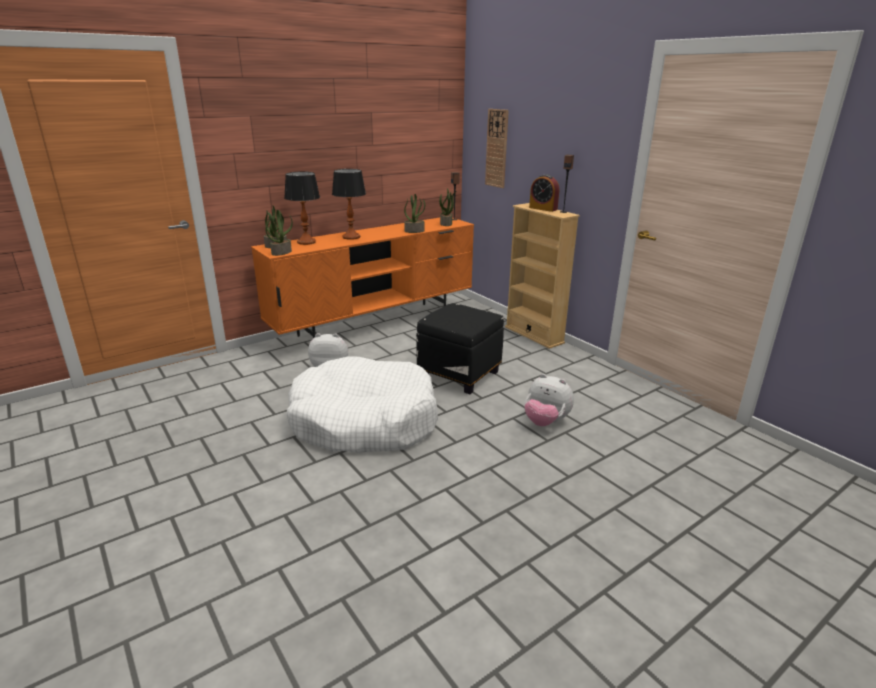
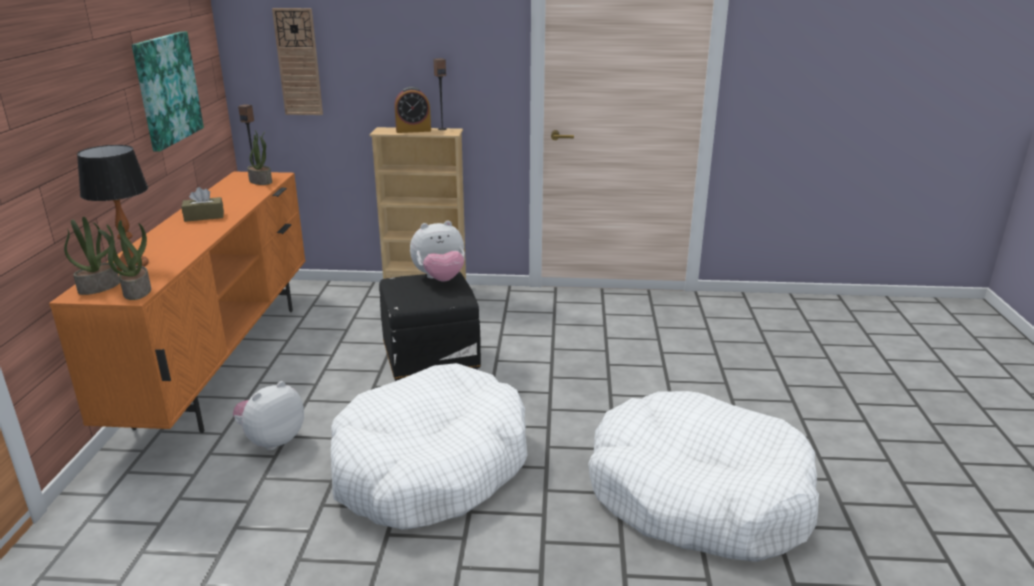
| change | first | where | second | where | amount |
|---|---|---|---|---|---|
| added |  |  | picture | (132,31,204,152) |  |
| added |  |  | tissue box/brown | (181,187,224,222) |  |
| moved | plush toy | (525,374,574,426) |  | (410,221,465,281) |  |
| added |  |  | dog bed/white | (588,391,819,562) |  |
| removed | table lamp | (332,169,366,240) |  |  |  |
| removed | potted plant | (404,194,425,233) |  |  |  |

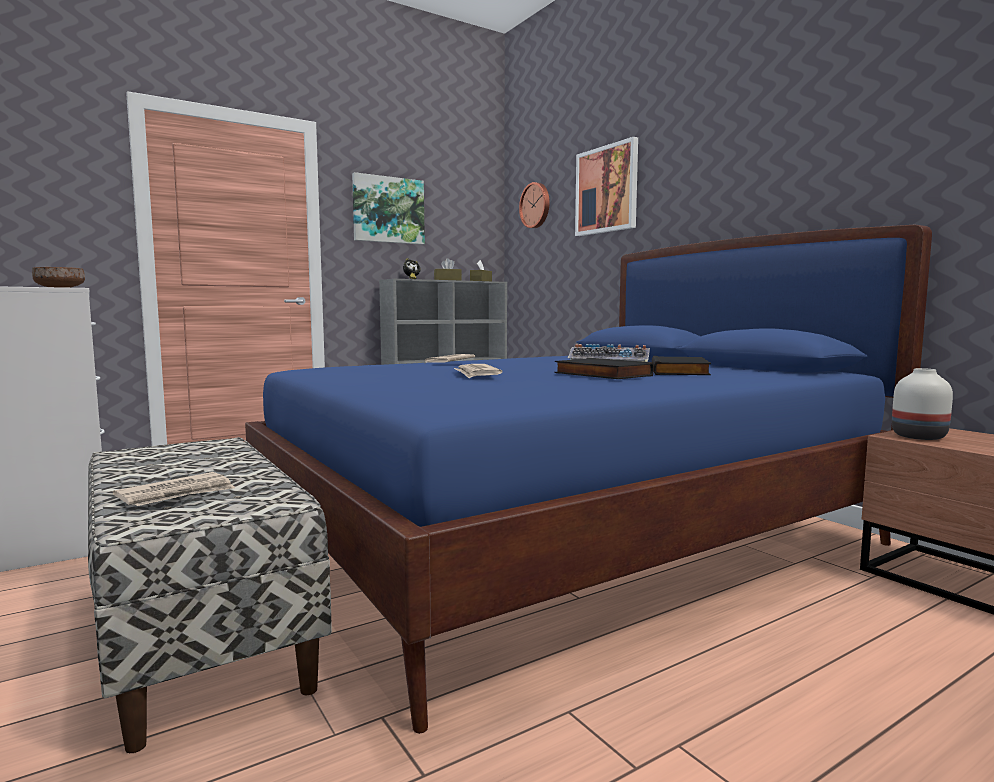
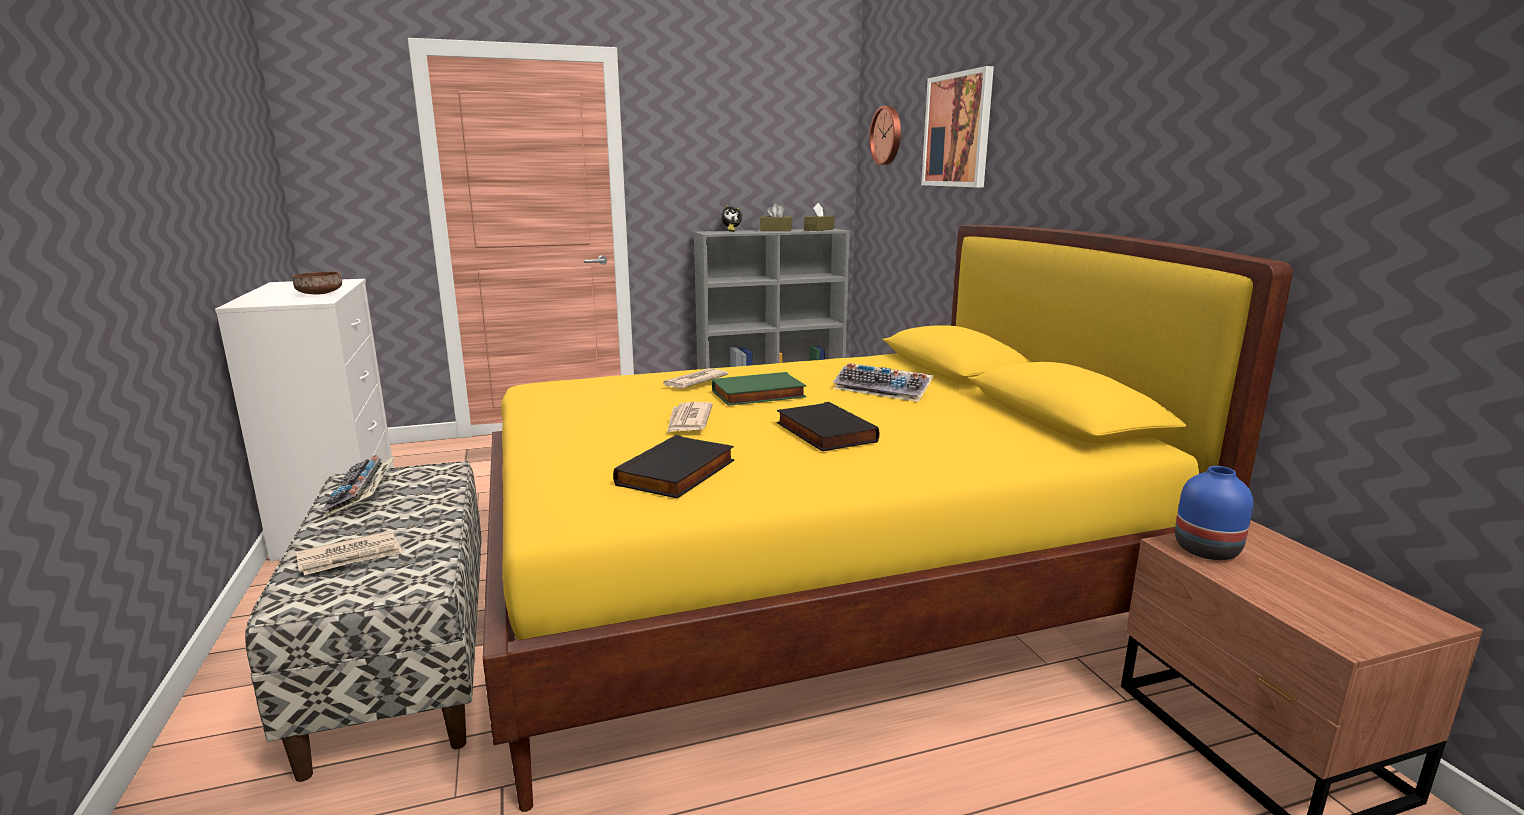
| change | first | where | second | where | amount |
|---|---|---|---|---|---|
| added |  |  | keyboard | (321,455,395,518) |  |
| recoloured | bed/blue | (245,225,932,734) | bed/yellow | (482,225,1293,812) |  |
| moved | book/black | (652,356,711,375) |  | (613,435,734,499) |  |
| added |  |  | book/green | (712,372,806,406) |  |
| recoloured | vase/white | (892,368,953,440) | vase/blue | (1175,466,1253,560) |  |
| removed | picture | (352,172,425,245) |  |  |  |

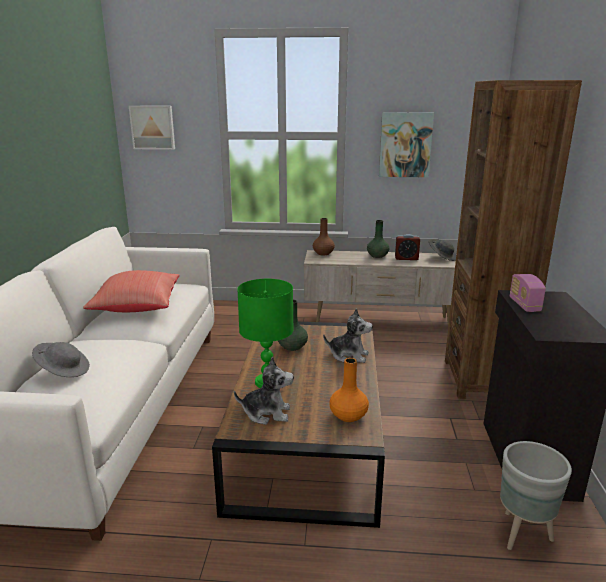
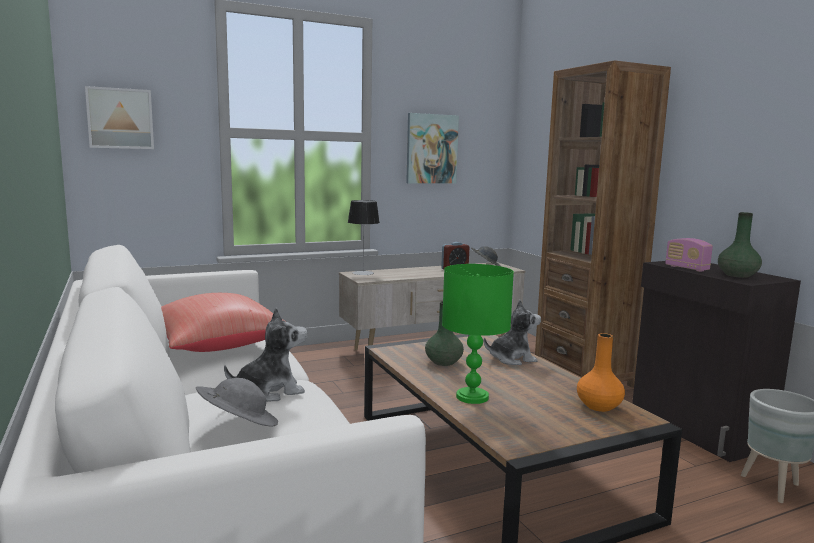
| change | first | where | second | where | amount |
|---|---|---|---|---|---|
| moved | plush toy | (234,357,294,425) |  | (224,308,307,402) |  |
| replaced | vase/brown | (313,218,335,255) | table lamp | (348,200,380,275) |  |
| moved | vase/green | (367,220,389,258) |  | (718,212,762,278) |  |

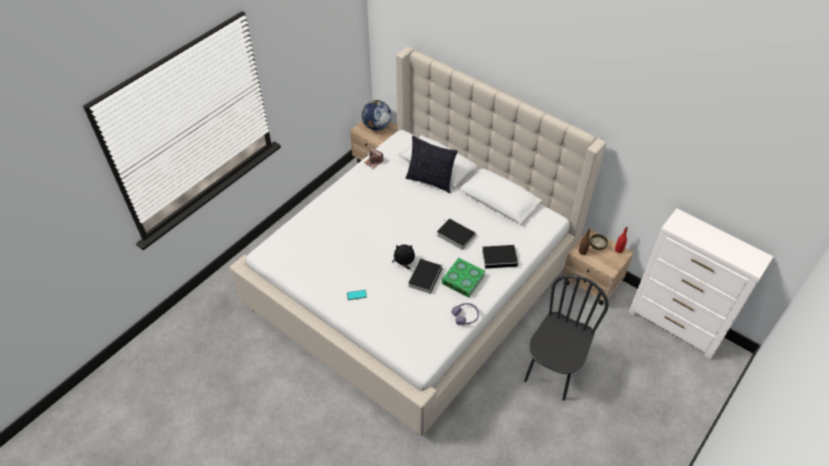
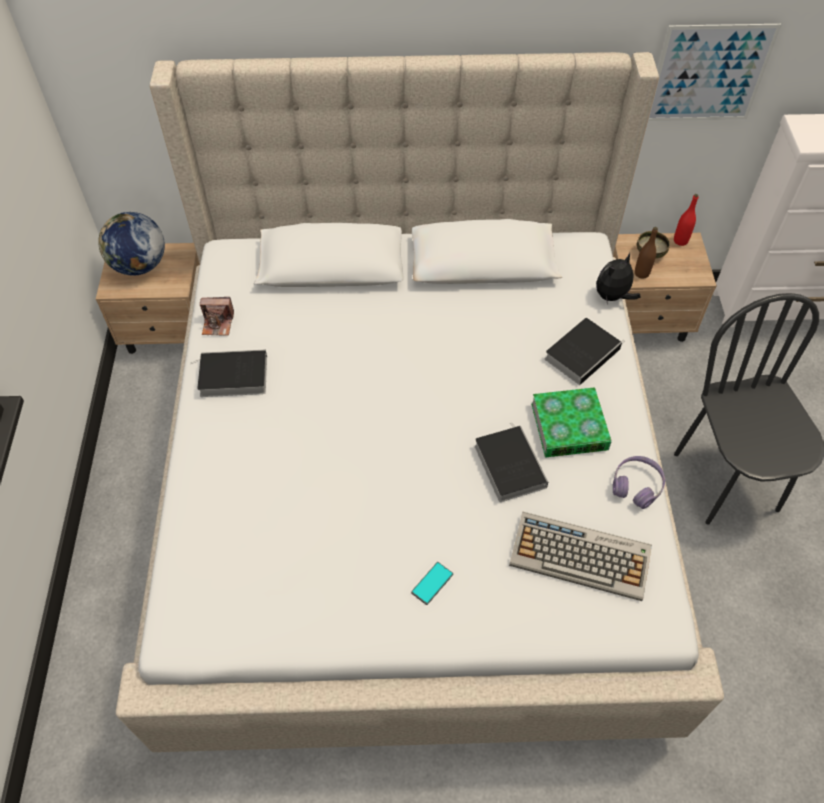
| change | first | where | second | where | amount |
|---|---|---|---|---|---|
| moved | book | (437,218,476,250) |  | (191,349,267,397) |  |
| added |  |  | keyboard | (509,512,652,601) |  |
| moved | plush toy | (392,244,415,270) |  | (596,253,641,304) |  |
| added |  |  | picture | (648,24,782,121) |  |
| removed | pillow | (406,136,458,193) |  |  |  |

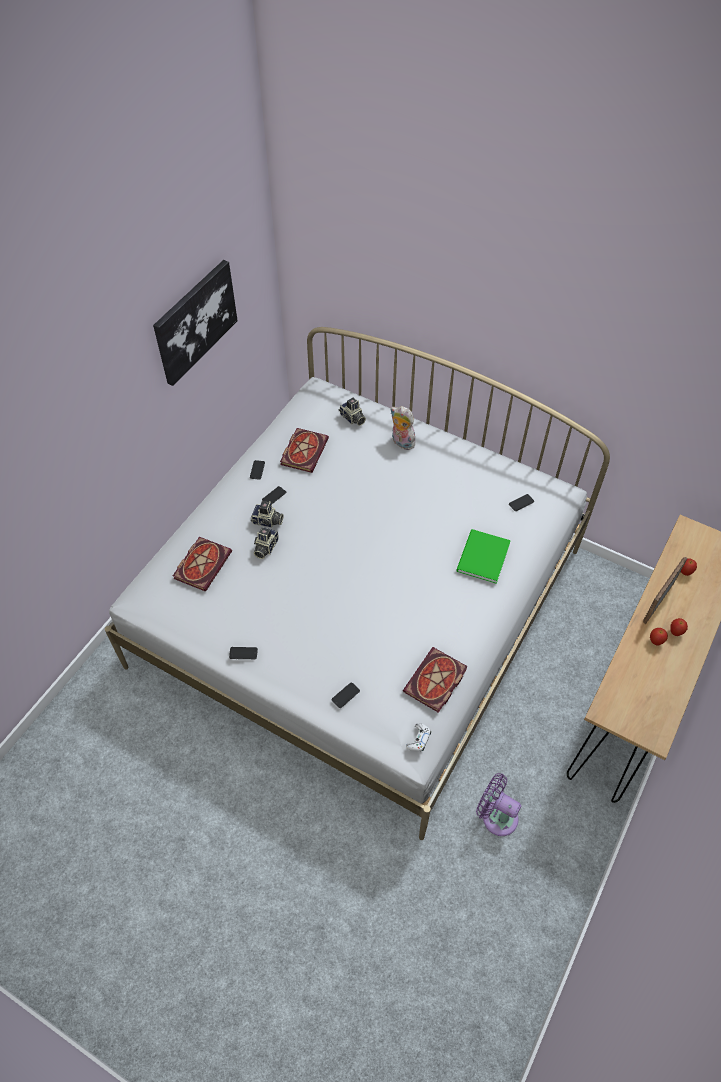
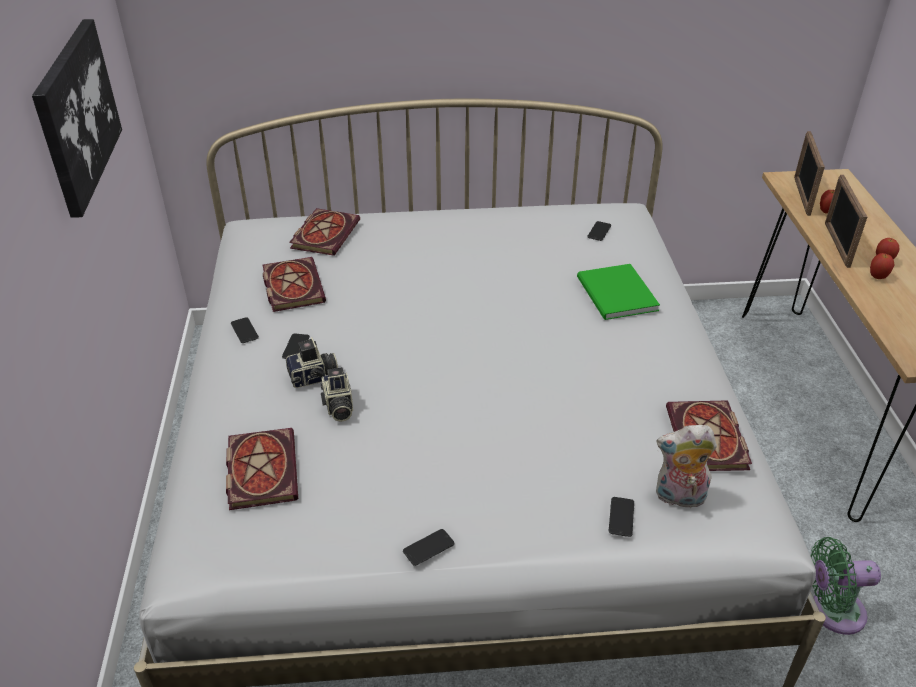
| change | first | where | second | where | amount |
|---|---|---|---|---|---|
| replaced | photo camera | (339,397,366,426) | book | (289,208,360,256) |  |
| moved | plush toy | (390,406,415,450) |  | (656,425,717,508) |  |
| added |  |  | picture frame | (794,131,825,216) |  |
| recoloured | fan/purple | (476,773,521,836) | fan/green | (810,537,881,635) |  |
| removed | game controller/white | (406,723,431,751) |  |  |  |

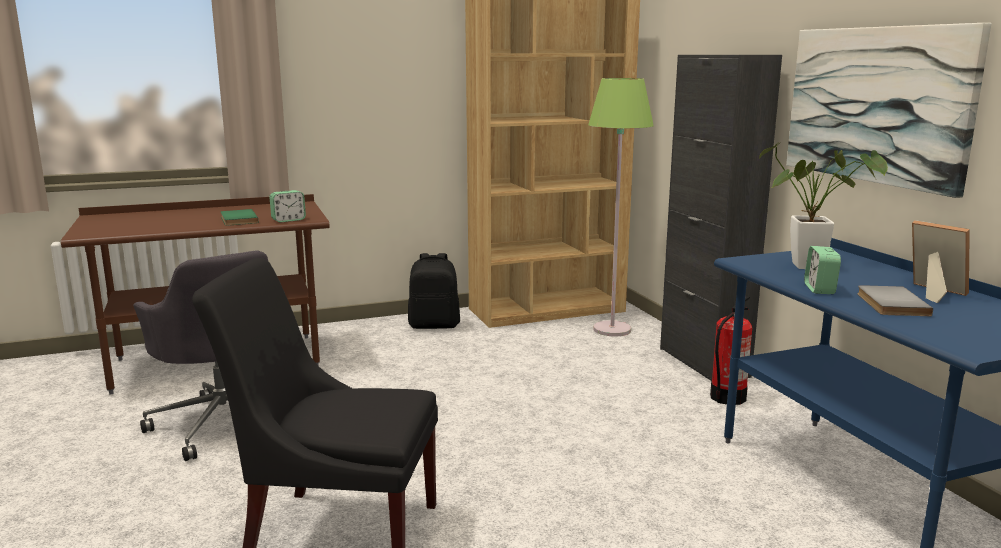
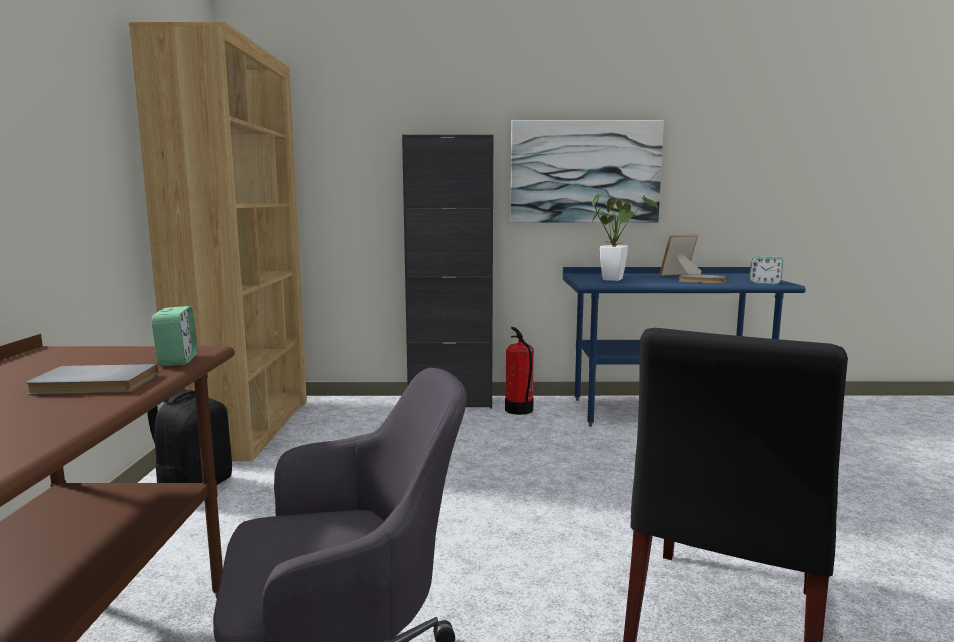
| change | first | where | second | where | amount |
|---|---|---|---|---|---|
| recoloured | book/green | (221,209,259,226) | book/grey | (26,364,158,395) |  |
| moved | alarm clock | (804,246,841,294) |  | (750,256,783,284) |  |
| removed | floor lamp/green | (588,78,654,336) |  |  |  |

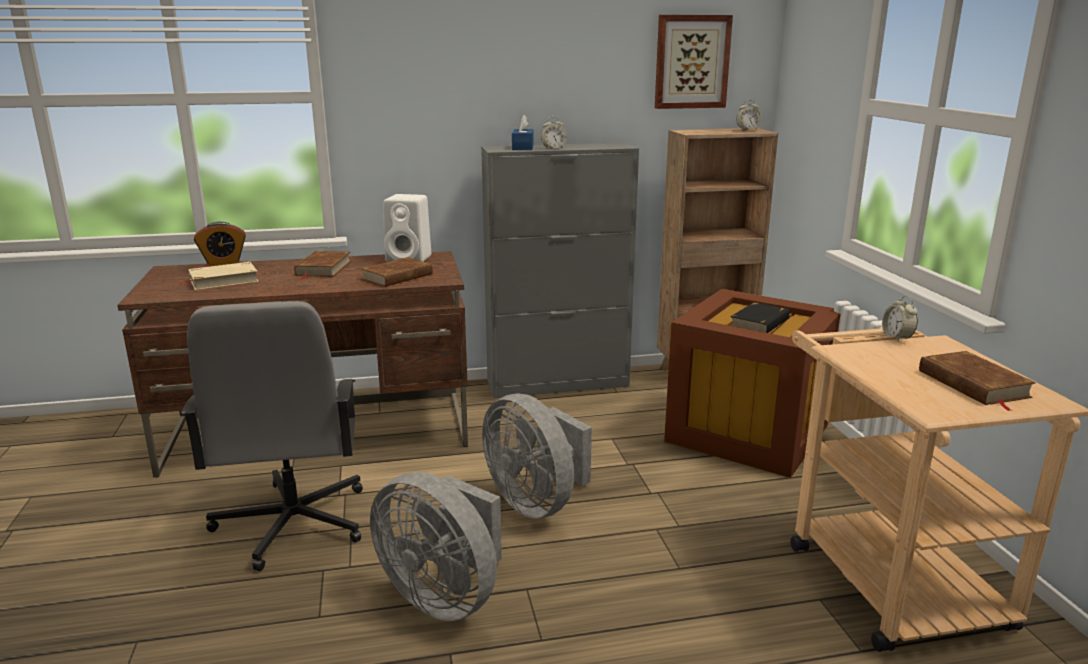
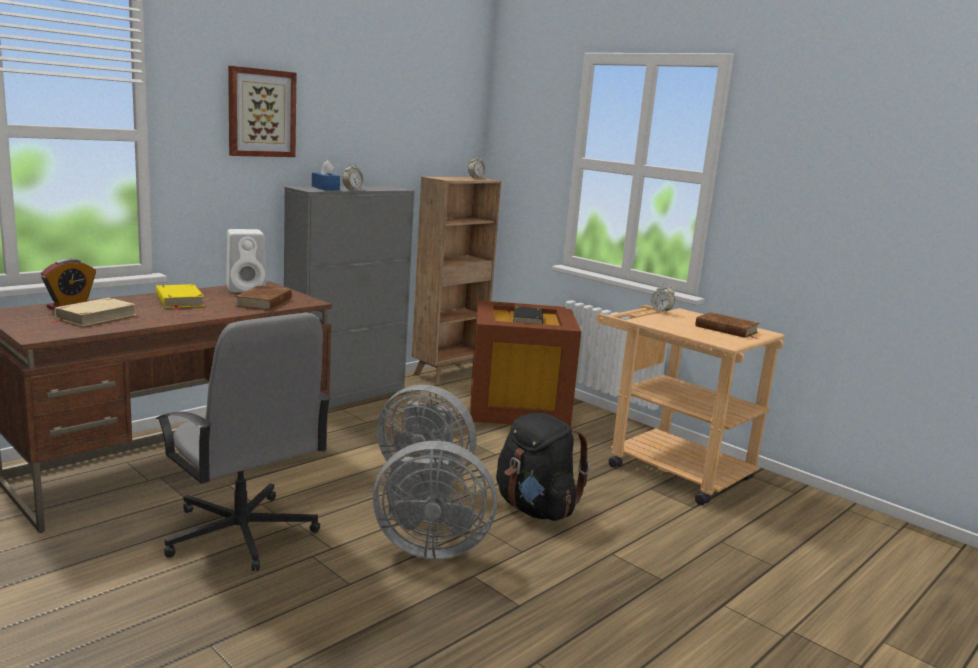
| change | first | where | second | where | amount |
|---|---|---|---|---|---|
| recoloured | book/brown | (294,251,351,279) | book/yellow | (156,284,204,310) |  |
| moved | picture | (655,15,733,109) |  | (228,66,296,157) |  |
| added |  |  | backpack/black | (496,413,590,521) |  |

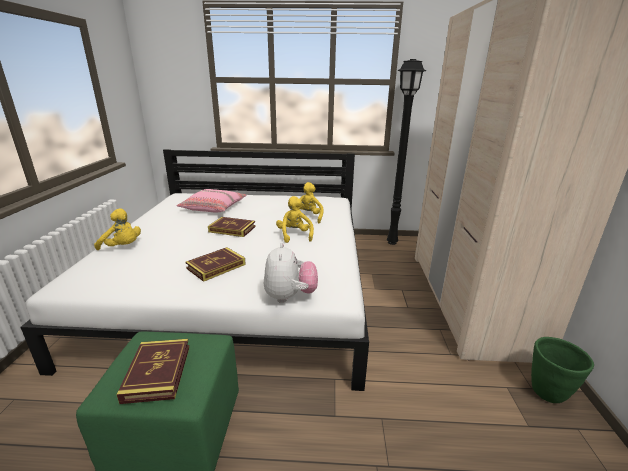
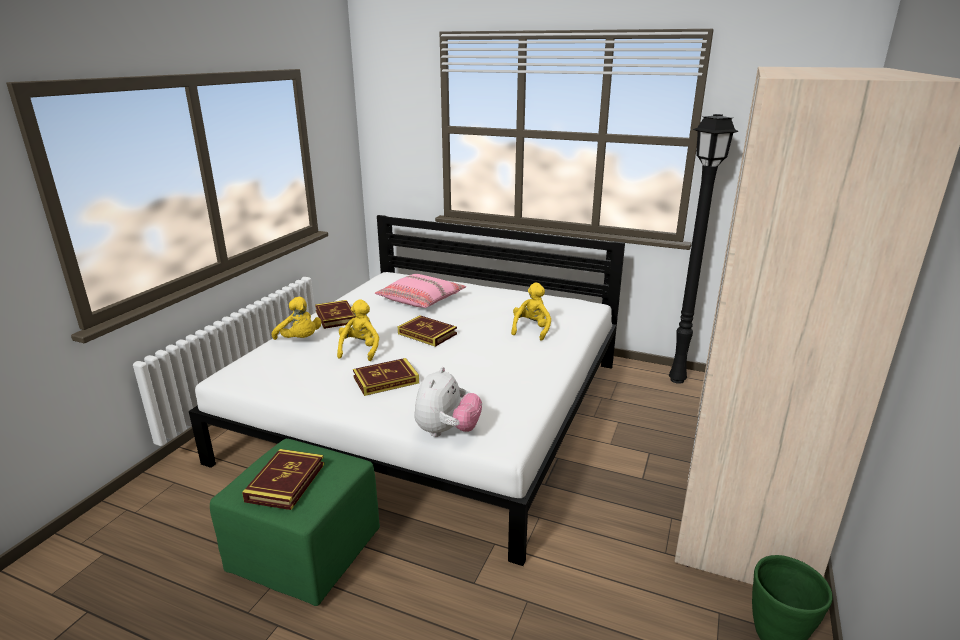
| change | first | where | second | where | amount |
|---|---|---|---|---|---|
| added |  |  | book | (315,300,356,329) |  |
| moved | plush toy/yellow | (276,196,314,243) |  | (337,299,379,361) |  |

